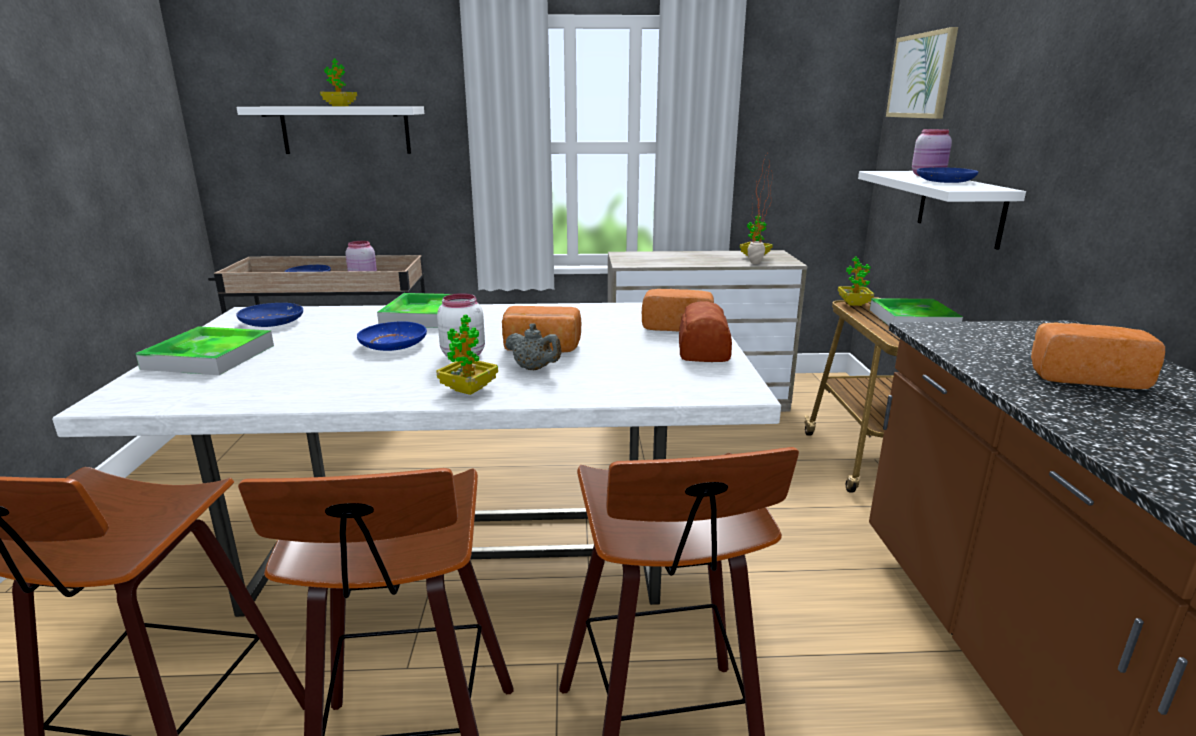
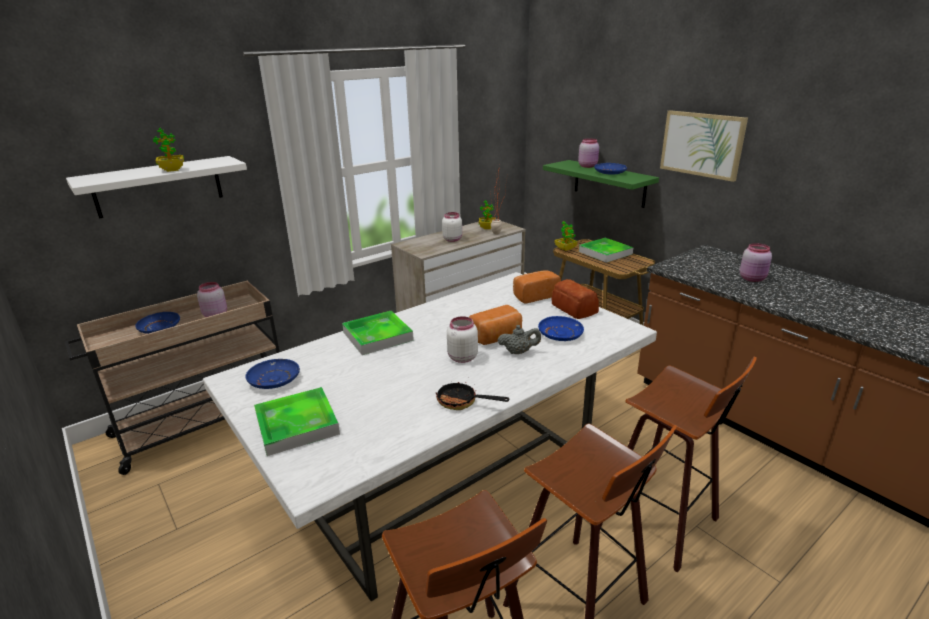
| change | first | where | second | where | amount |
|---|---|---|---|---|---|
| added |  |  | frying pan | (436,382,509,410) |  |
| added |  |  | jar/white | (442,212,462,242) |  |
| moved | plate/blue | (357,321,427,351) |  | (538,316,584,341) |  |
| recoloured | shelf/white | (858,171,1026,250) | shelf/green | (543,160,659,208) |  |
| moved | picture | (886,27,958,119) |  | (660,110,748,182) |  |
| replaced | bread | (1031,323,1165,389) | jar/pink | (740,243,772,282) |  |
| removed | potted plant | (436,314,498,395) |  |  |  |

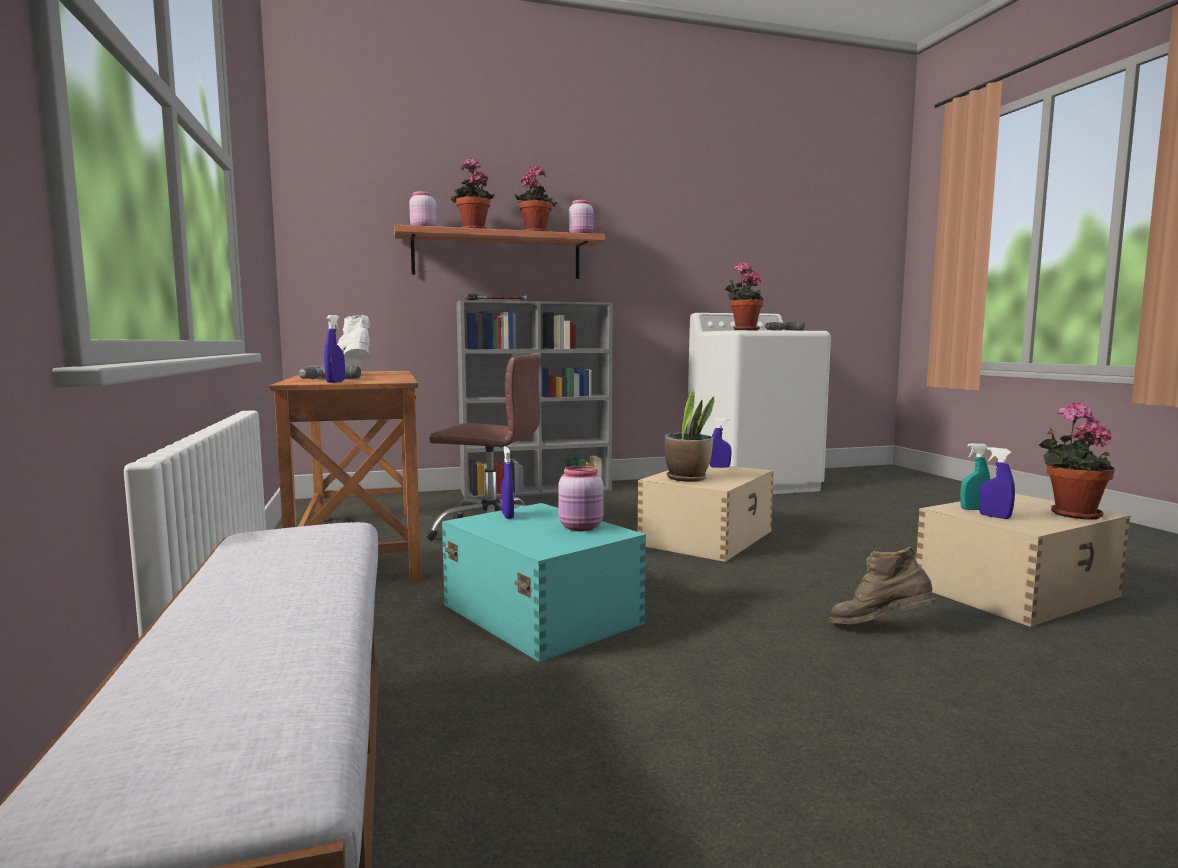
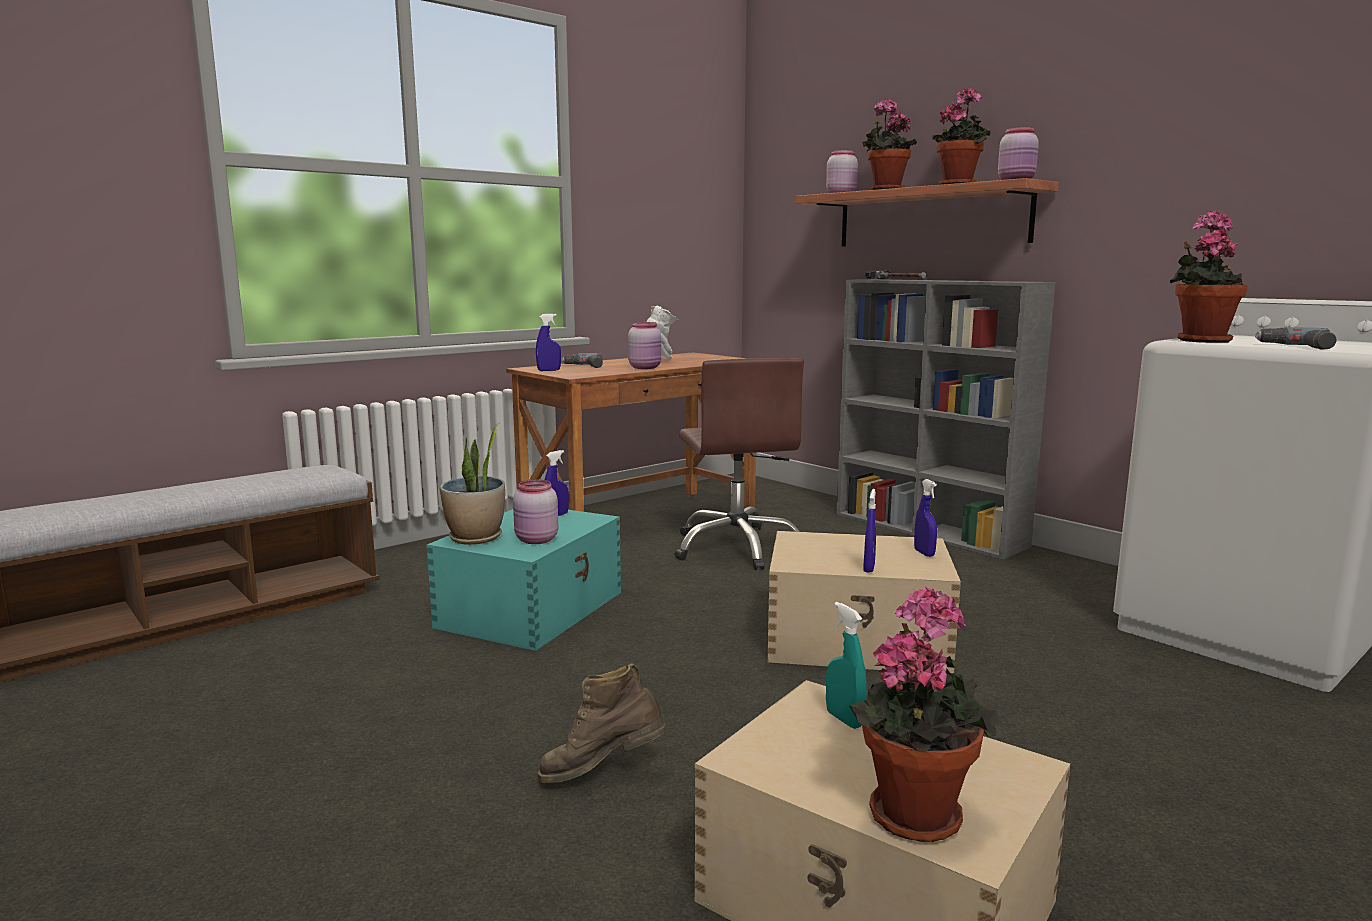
| change | first | where | second | where | amount |
|---|---|---|---|---|---|
| moved | potted plant | (665,388,715,482) |  | (440,423,505,545) |  |
| turned | boot/brown | (829,547,937,624) |  | (537,663,667,783) | 90 degrees counterclockwise |
| added |  |  | jar/pink | (628,322,662,369) |  |
| moved | spray bottle/blue | (979,447,1015,519) |  | (863,489,876,573) |  |

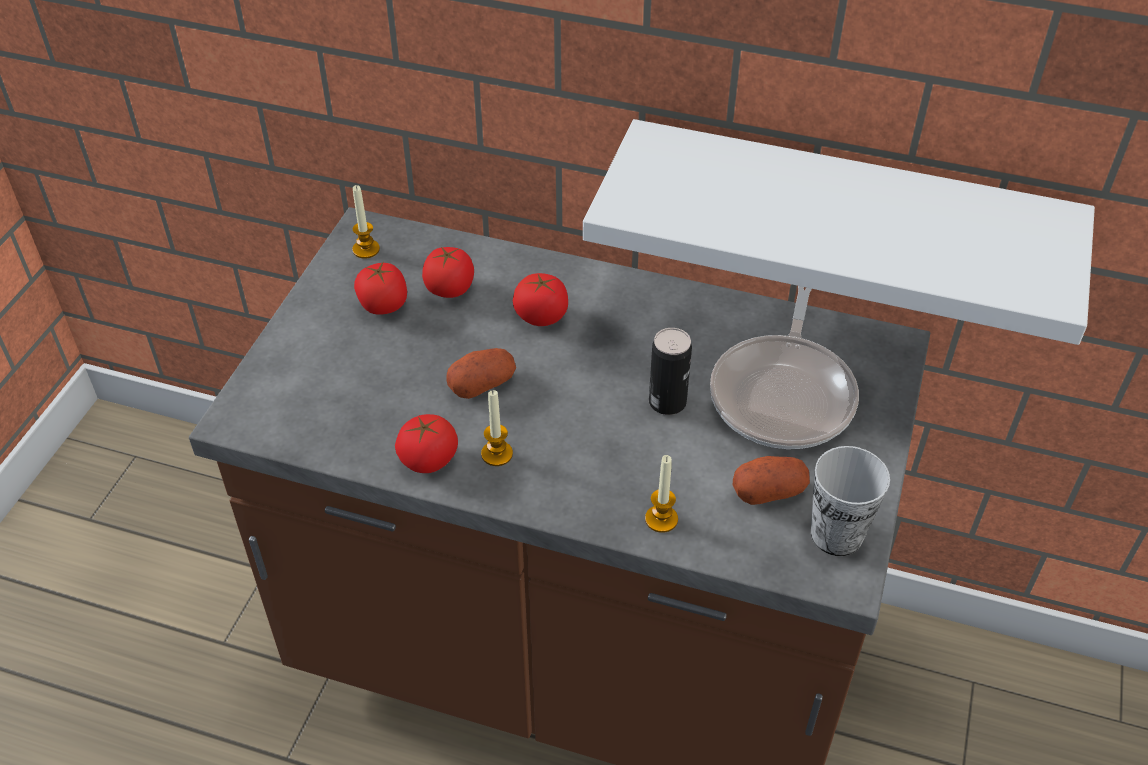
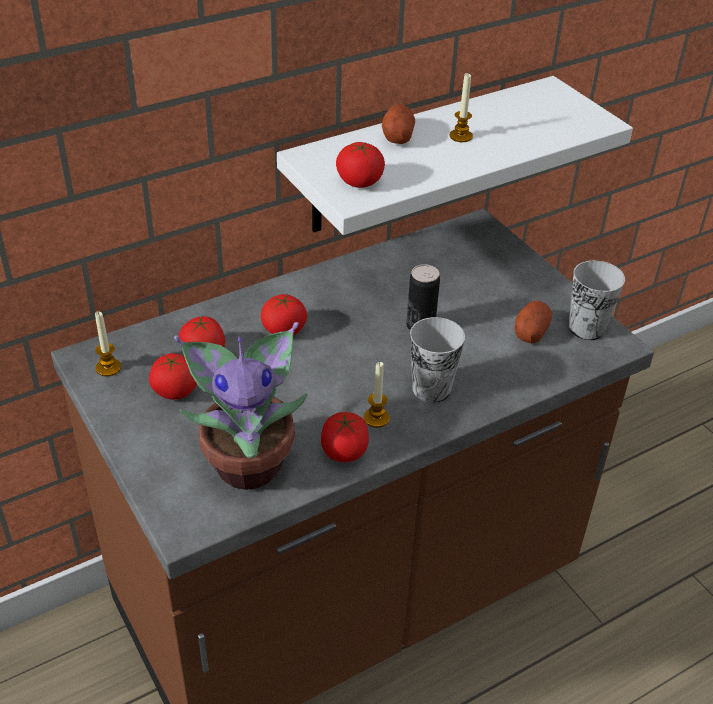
| change | first | where | second | where | amount |
|---|---|---|---|---|---|
| added |  |  | potted plant | (174,322,308,490) |  |
| added |  |  | tomato | (336,142,385,188) |  |
| moved | potato | (446,348,516,399) |  | (382,104,415,144) |  |
| added |  |  | cup | (410,317,465,403) |  |
| moved | candle | (645,455,678,533) |  | (449,73,473,142) |  |
| removed | frying pan | (710,286,859,449) |  |  |  |

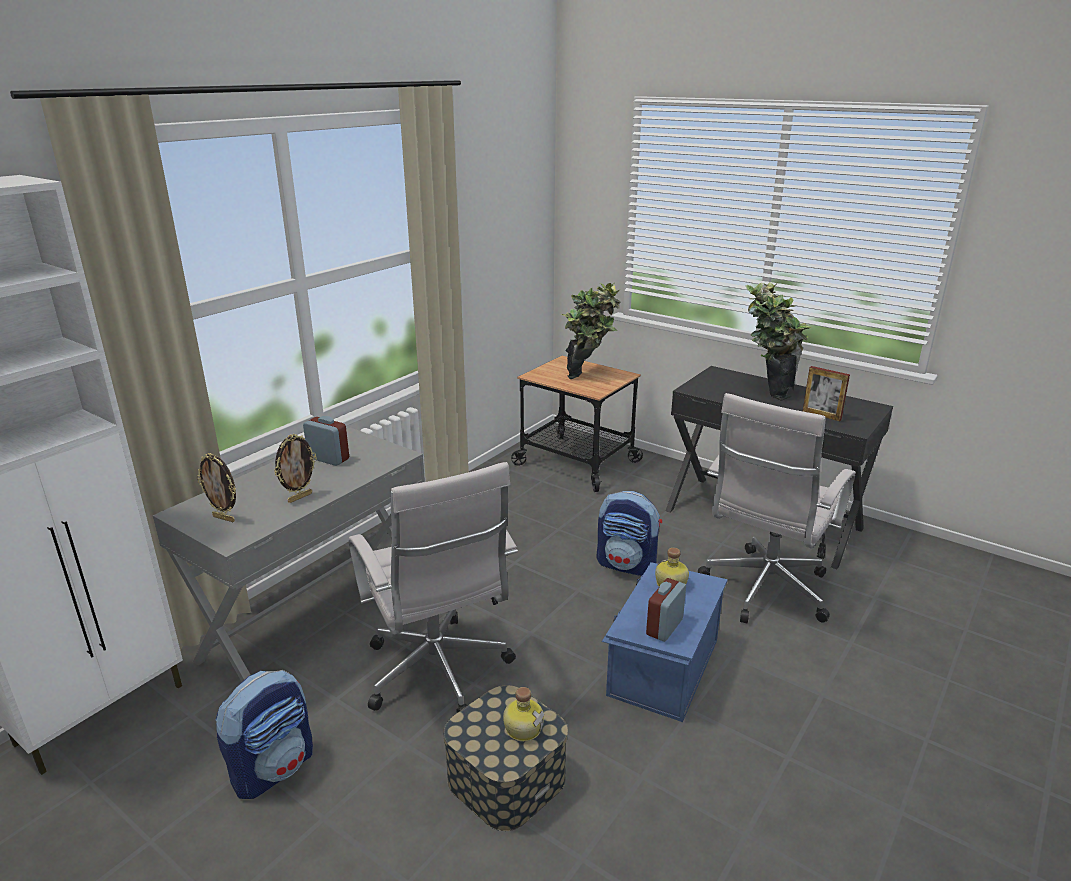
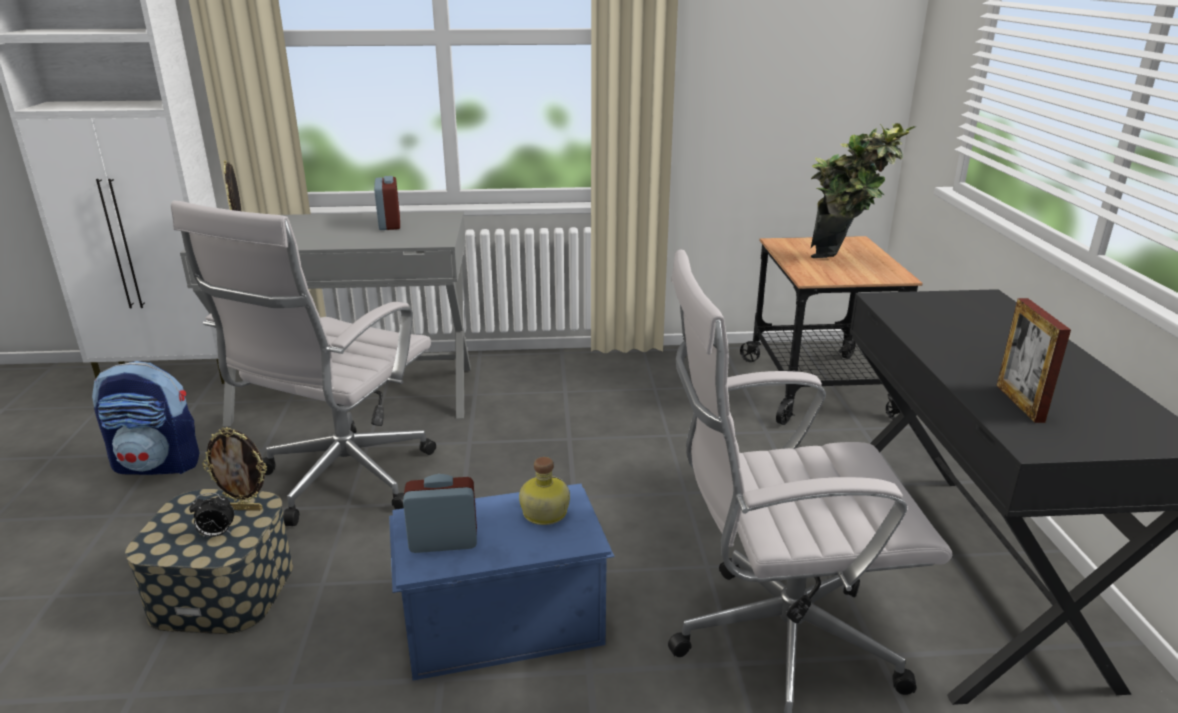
| change | first | where | second | where | amount |
|---|---|---|---|---|---|
| replaced | bottle | (503,687,544,742) | alarm clock | (189,493,234,537) |  |
| moved | picture frame | (275,434,317,503) |  | (202,427,267,511) |  |
| removed | backpack | (596,491,662,576) |  |  |  |
| removed | potted plant | (746,281,811,401) |  |  |  |

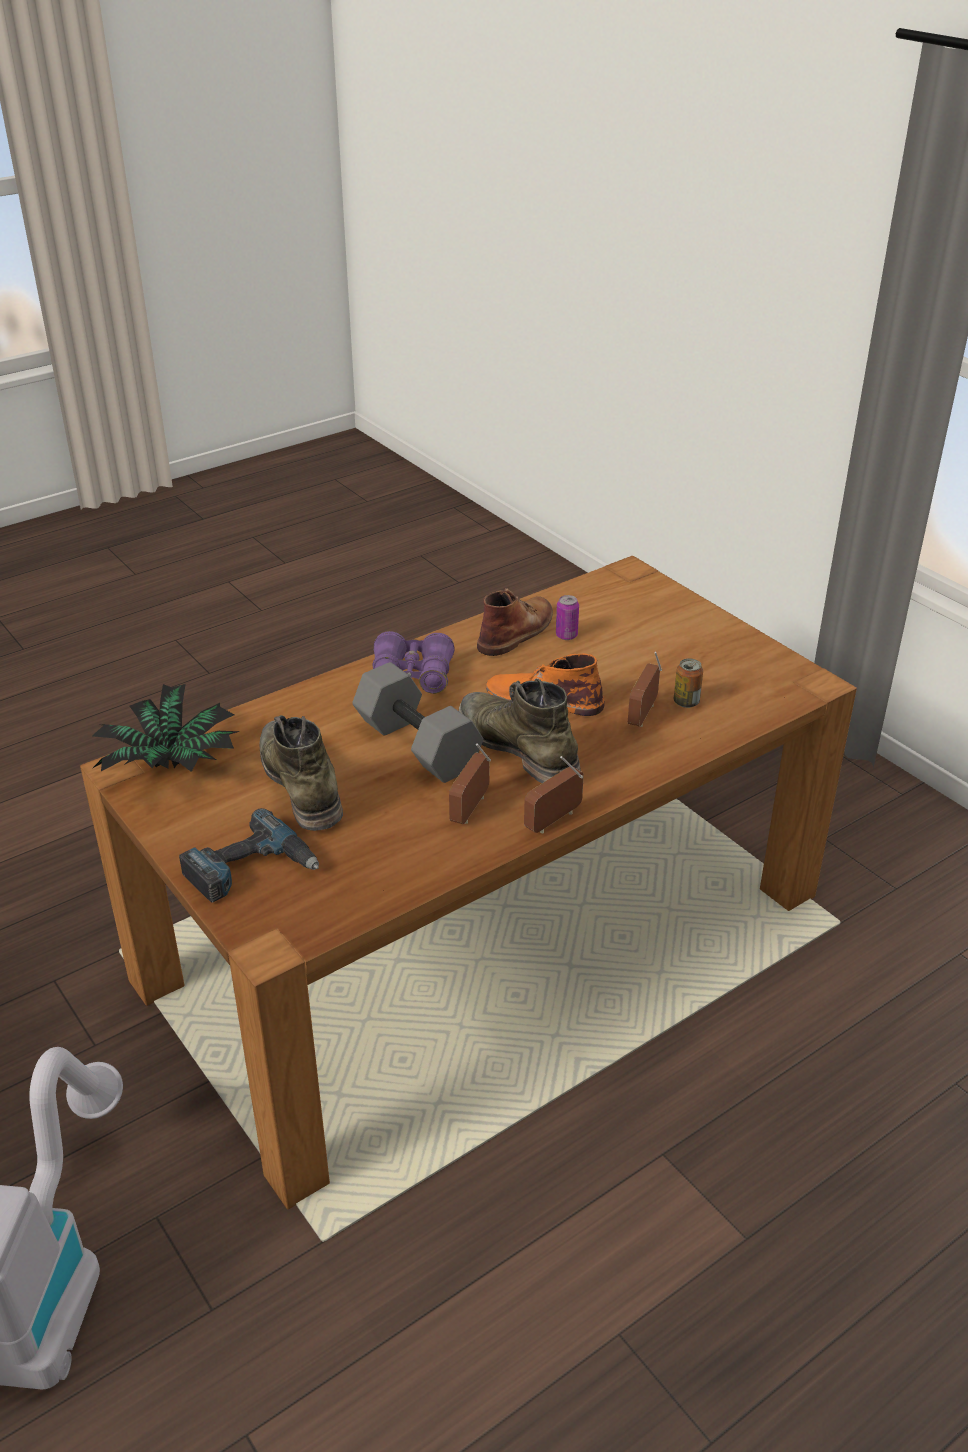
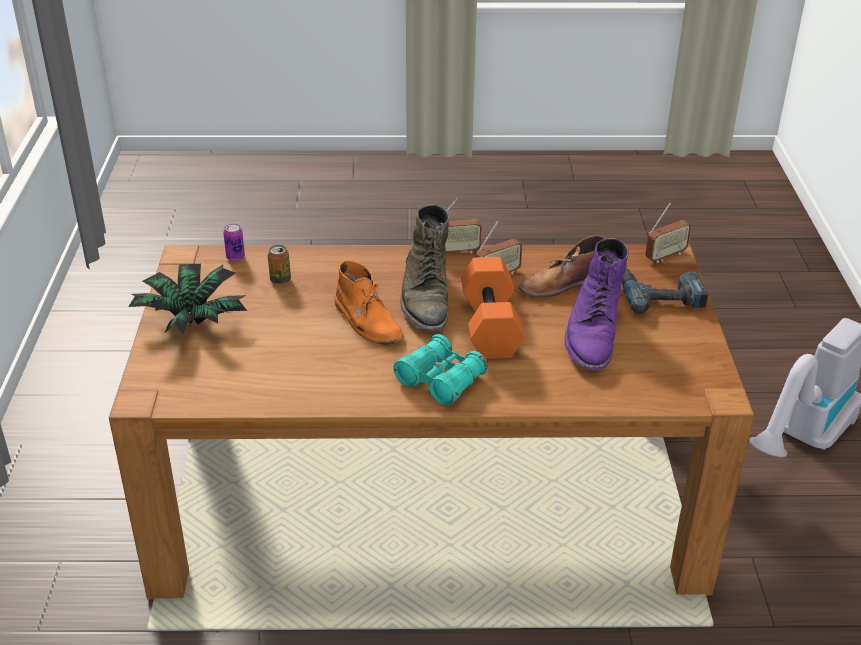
| change | first | where | second | where | amount |
|---|---|---|---|---|---|
| moved | potted plant | (92,684,240,772) |  | (128,264,247,334) |  |
| moved | can | (556,595,579,640) |  | (223,224,245,261) |  |
| recoloured | binoculars/purple | (372,631,455,694) | binoculars/turquoise | (394,334,488,405) |  |
| recoloured | dumbbell/grey | (352,662,483,783) | dumbbell/orange | (461,257,525,359) |  |
| moved | boot/brown | (477,588,553,656) |  | (519,236,606,298) |  |
| recoloured | boot/green | (259,715,343,831) | boot/purple | (564,238,629,371) |  |
| moved | radio | (628,652,662,727) |  | (645,203,691,263) |  |

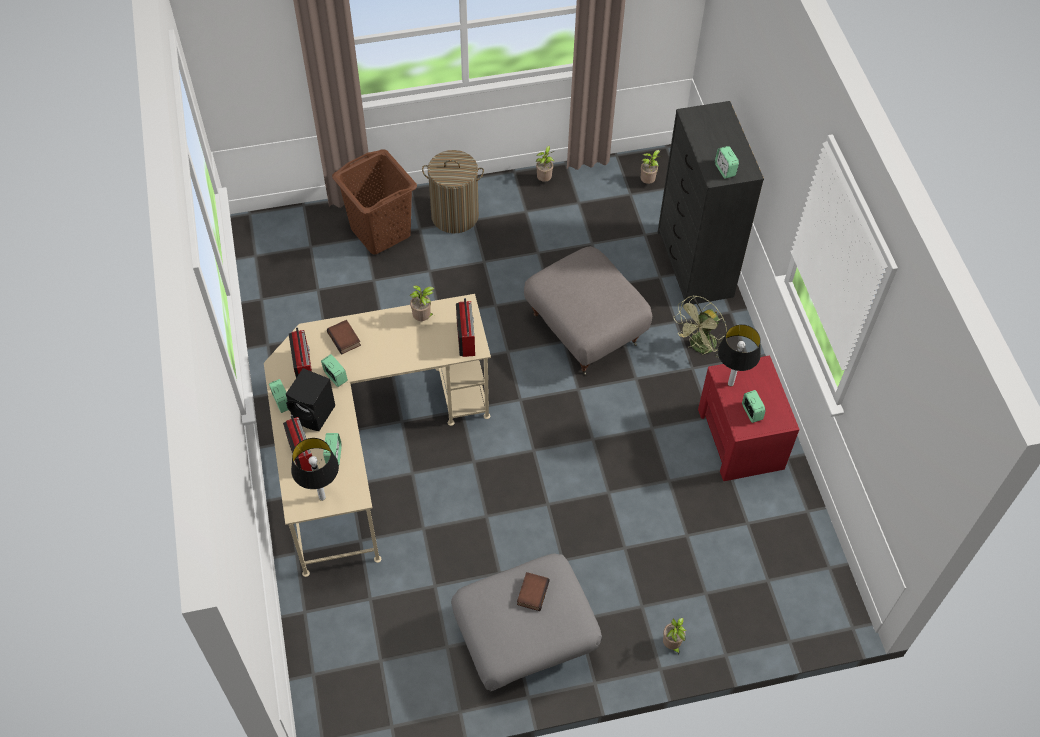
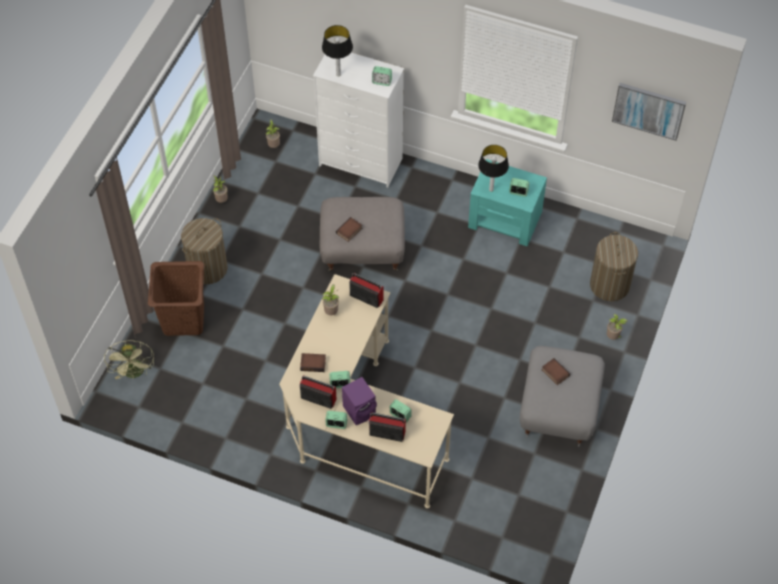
| change | first | where | second | where | amount |
|---|---|---|---|---|---|
| moved | fan/green | (674,295,727,359) |  | (104,340,154,380) |  |
| recoloured | dresser/black | (657,101,764,304) | dresser/white | (313,52,404,188) |  |
| moved | table lamp | (291,438,339,501) |  | (322,25,353,76) |  |
| added |  |  | book | (336,217,362,242) |  |
| recoloured | speaker/black | (286,368,335,431) | speaker/purple | (342,377,377,425) |  |
| recoloured | nightstand/red | (698,355,800,481) | nightstand/turquoise | (468,159,547,246) |  |
| added |  |  | laundry basket | (590,232,638,301) |  |
| added |  |  | picture | (612,83,686,141) |  |

